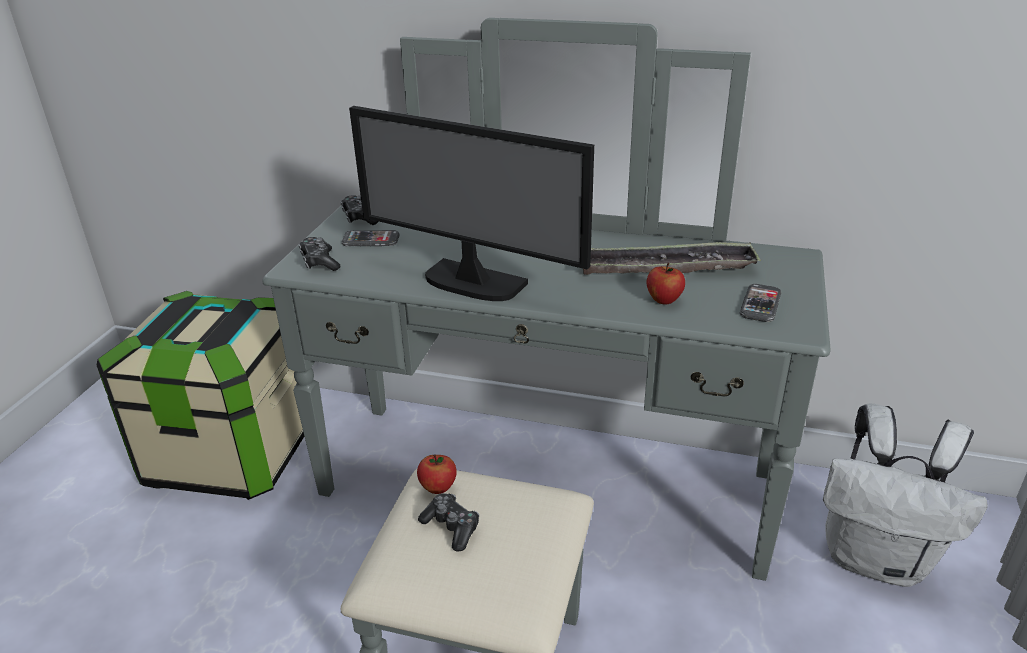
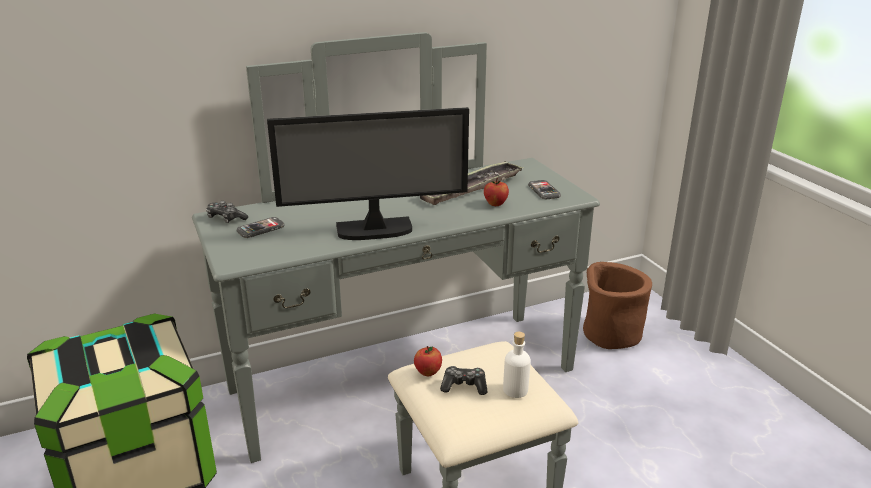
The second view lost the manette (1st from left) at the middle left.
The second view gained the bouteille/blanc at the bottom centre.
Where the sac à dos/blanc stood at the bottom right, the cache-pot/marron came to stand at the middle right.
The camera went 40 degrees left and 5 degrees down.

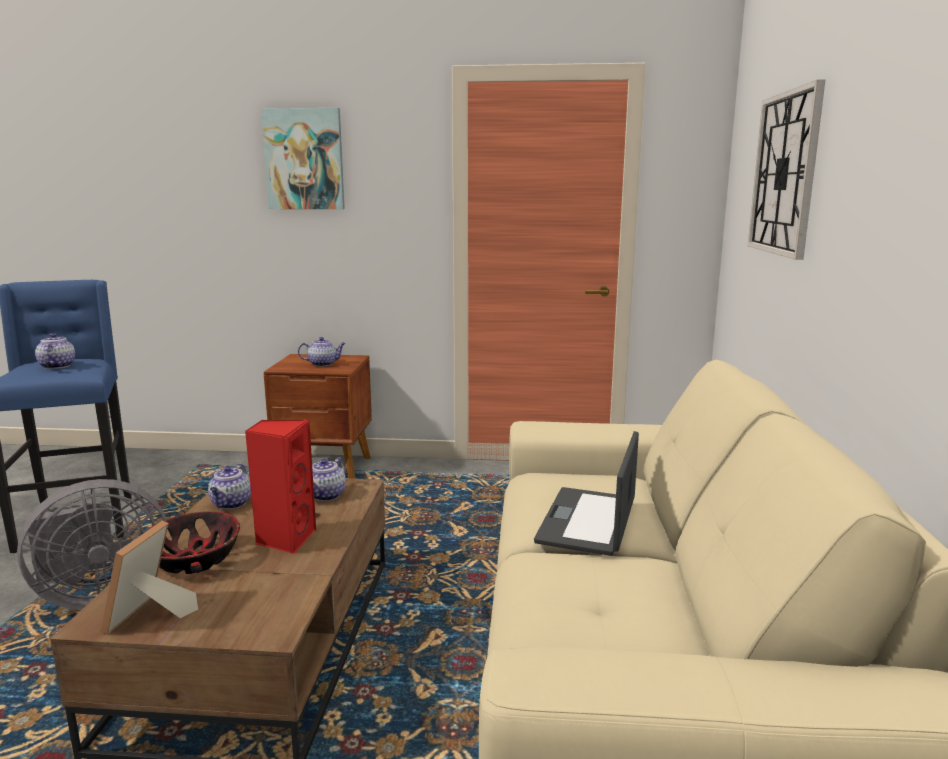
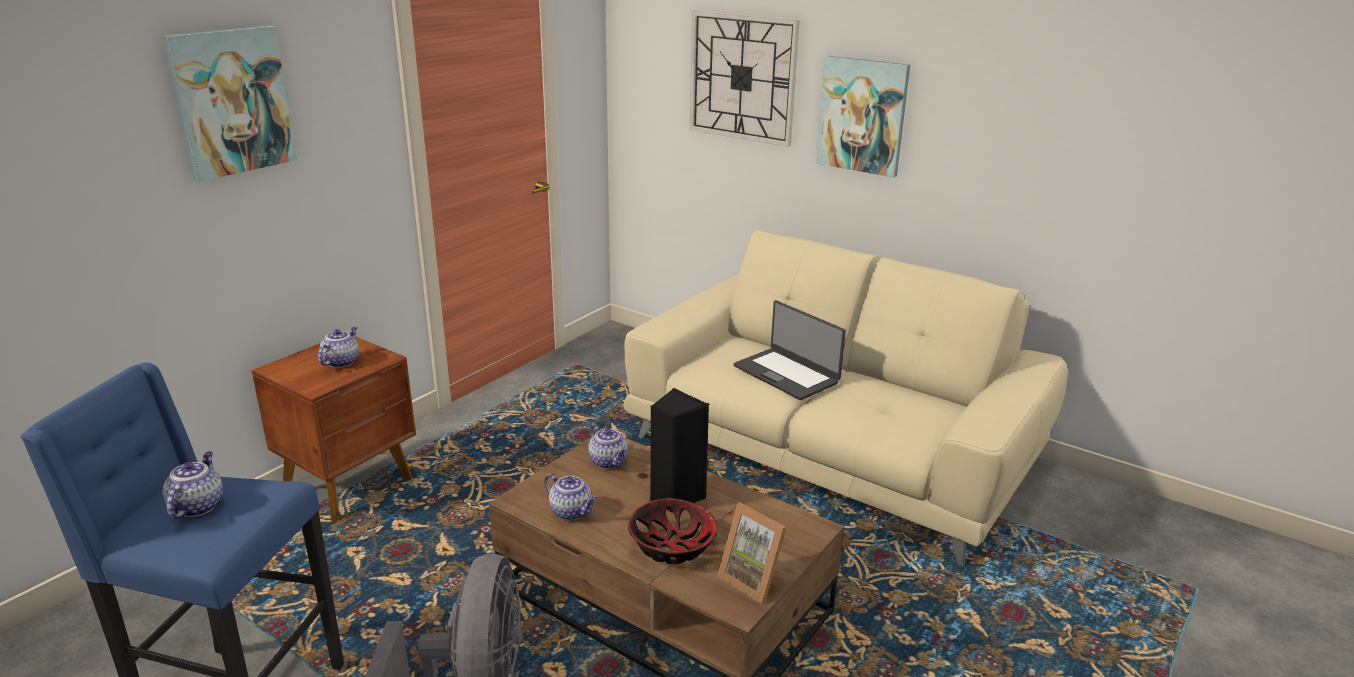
The second view gained the tableau (2nd from left) at the top centre.
What was the enceinte/rouge at the middle left turned into the enceinte/noir at the centre.
The théière (1st from left) at the middle left ended up facing another way, 75 degrees clockwise from before.
The camera went 60 degrees left and 10 degrees up.

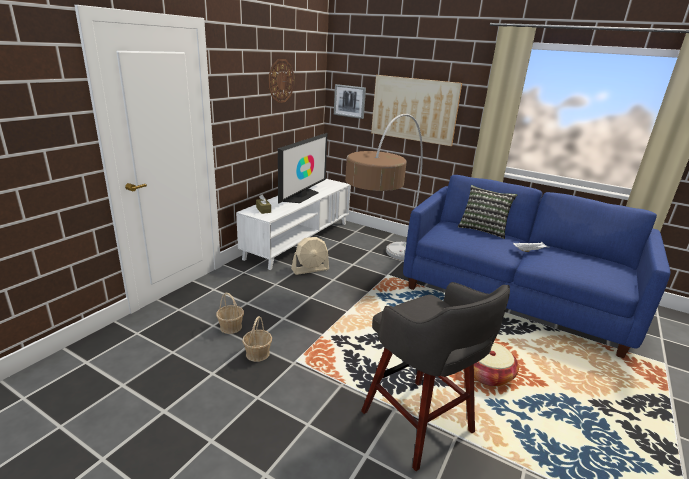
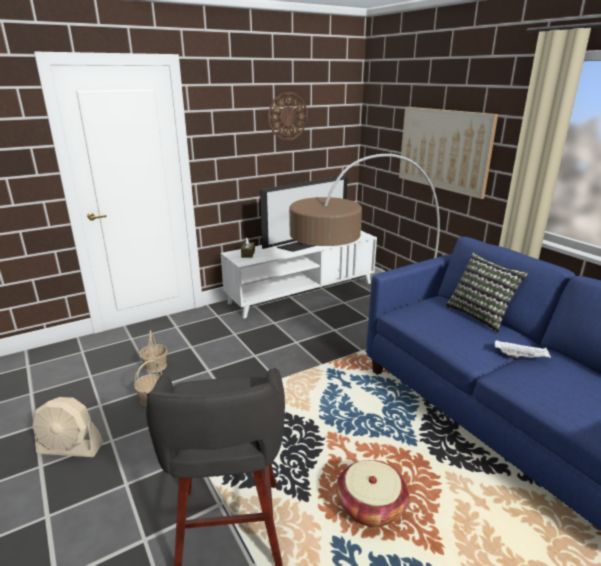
The second view lost the tableau (1st from left) at the top centre.
The ventilateur/beige ended up elsewhere, having gone from the centre to the bottom left.
The camera went 30 degrees right and 0 degrees up.

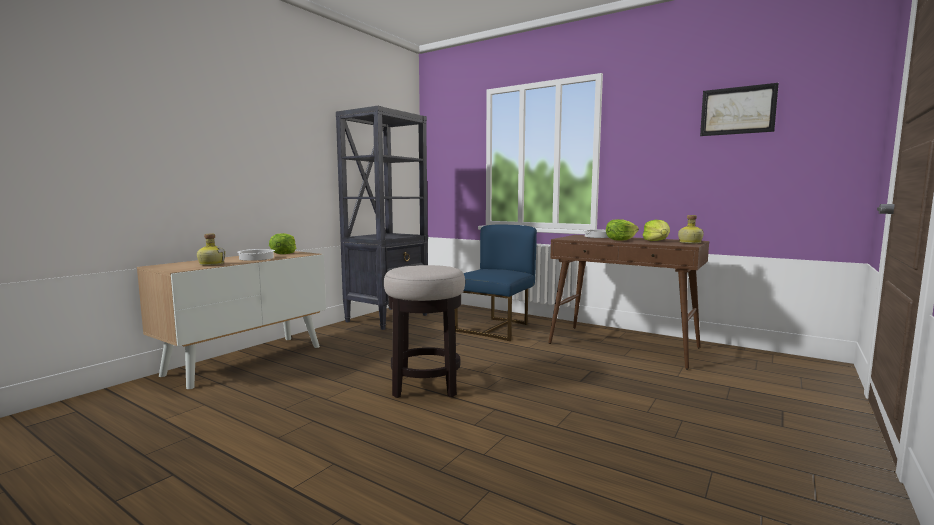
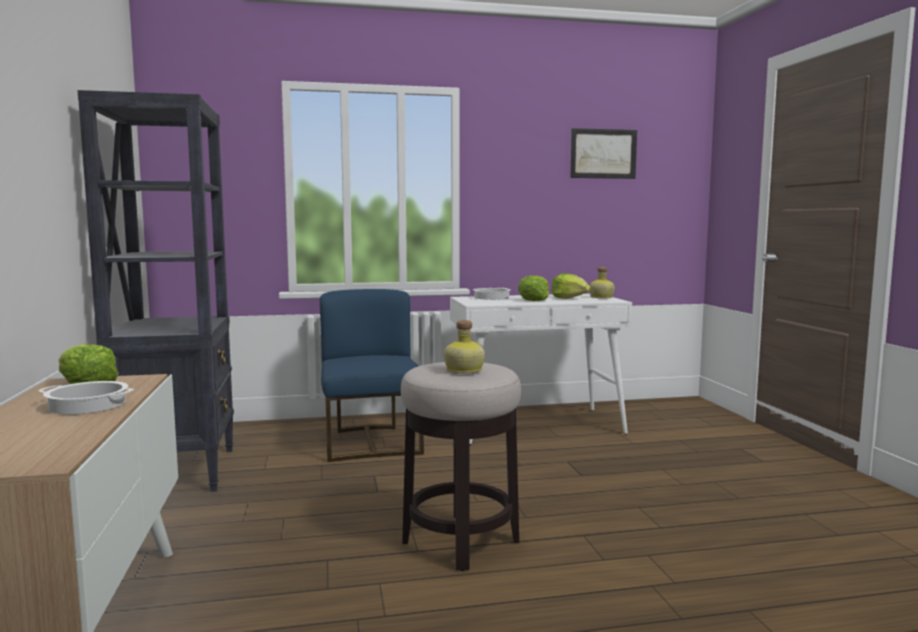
The bouteille (1st from left) ended up elsewhere, having gone from the middle left to the centre.
What was the table console/marron at the middle right turned into the table console/blanc at the centre.
The camera went 45 degrees left and 0 degrees up.

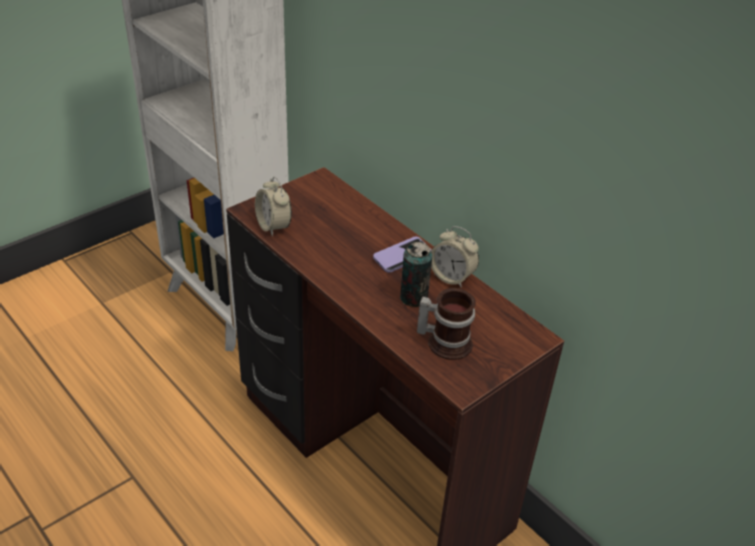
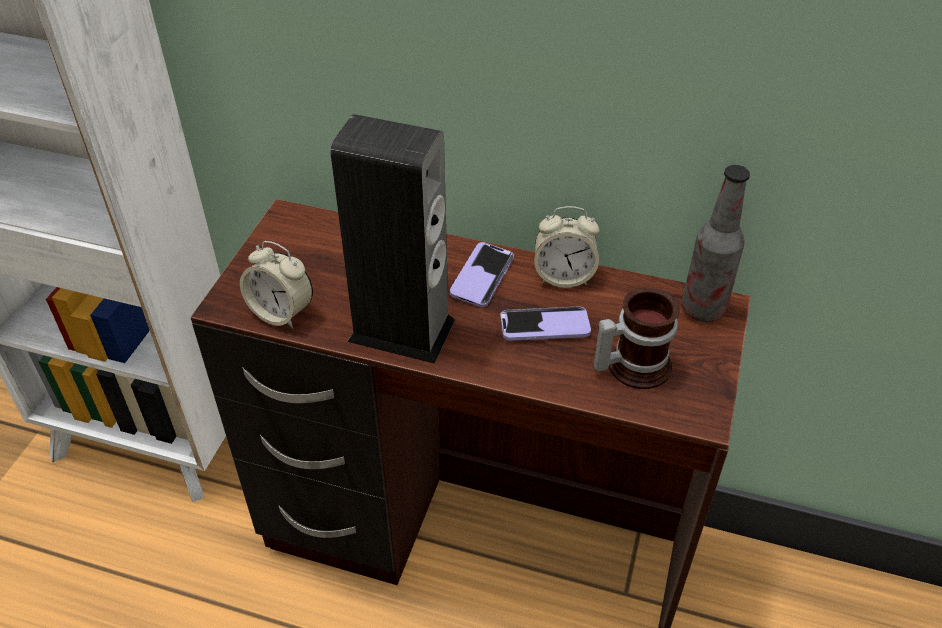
The second view gained the enceinte at the centre.
The second view gained the bouteille at the middle right.
Where the boîte métallique stood at the centre, the téléphone (2nd from left) came to stand at the centre.
The camera went 30 degrees left and 5 degrees up.

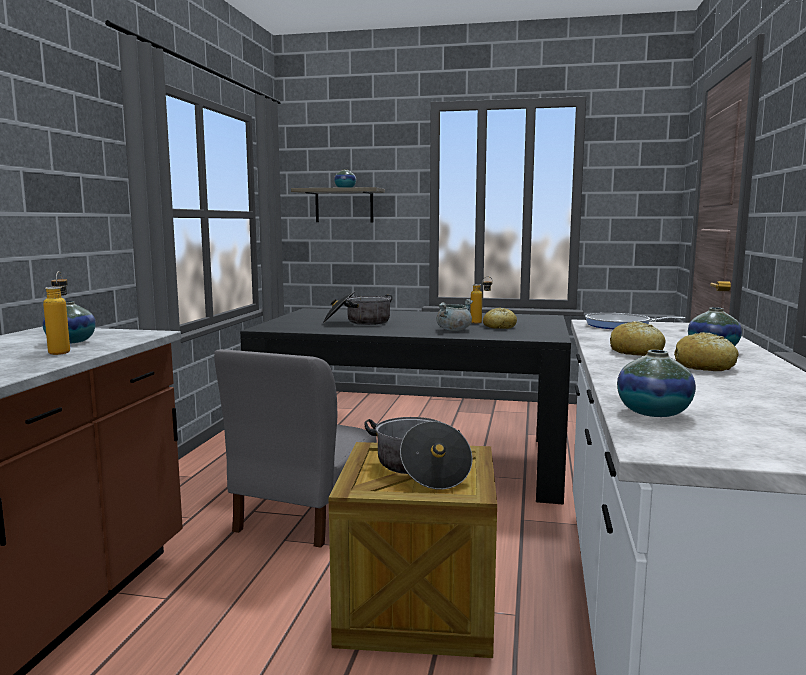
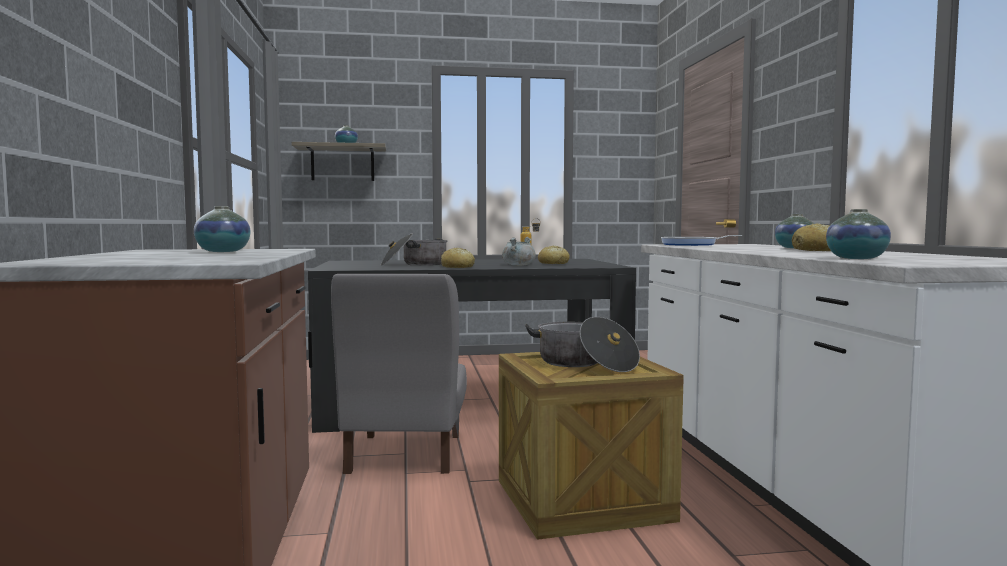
The second view lost the bouteille (1st from left) at the middle left.
The pain (2nd from left in the first image) ended up elsewhere, having gone from the middle right to the centre.
The camera went 20 degrees left and 5 degrees down.

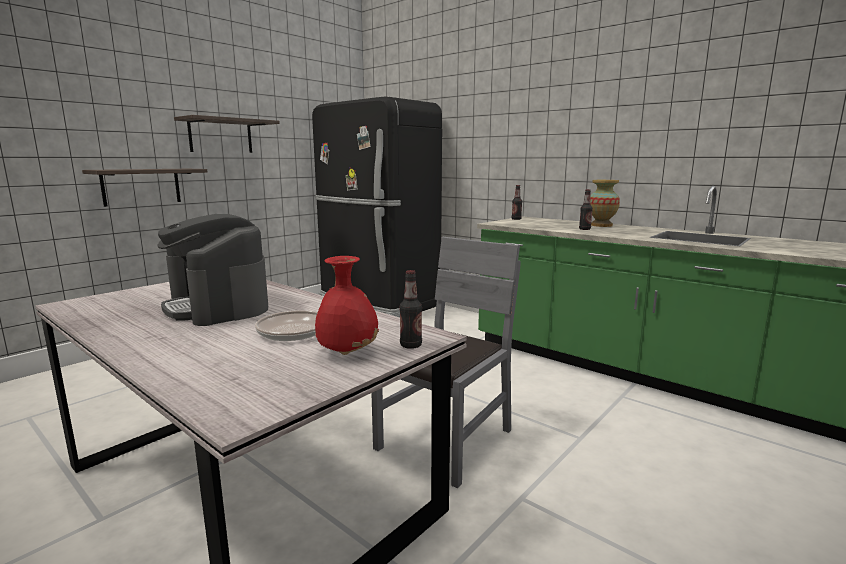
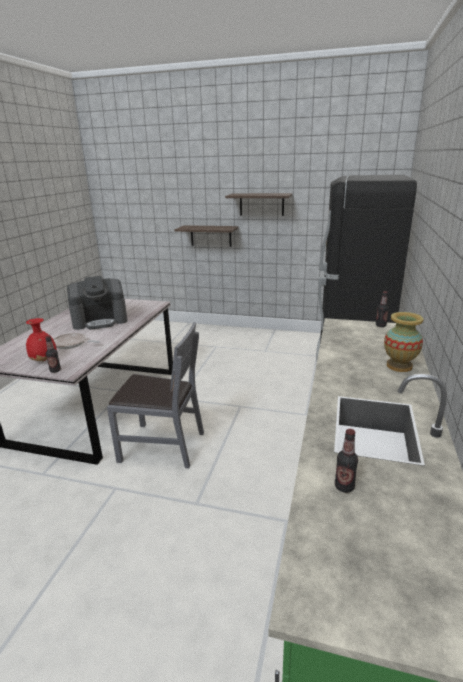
The bouteille (3rd from left in the first image) ended up elsewhere, having gone from the middle right to the bottom right.
The machine à café at the middle left ended up facing another way, 135 degrees counterclockwise from before.
The camera went 65 degrees right and 10 degrees up.

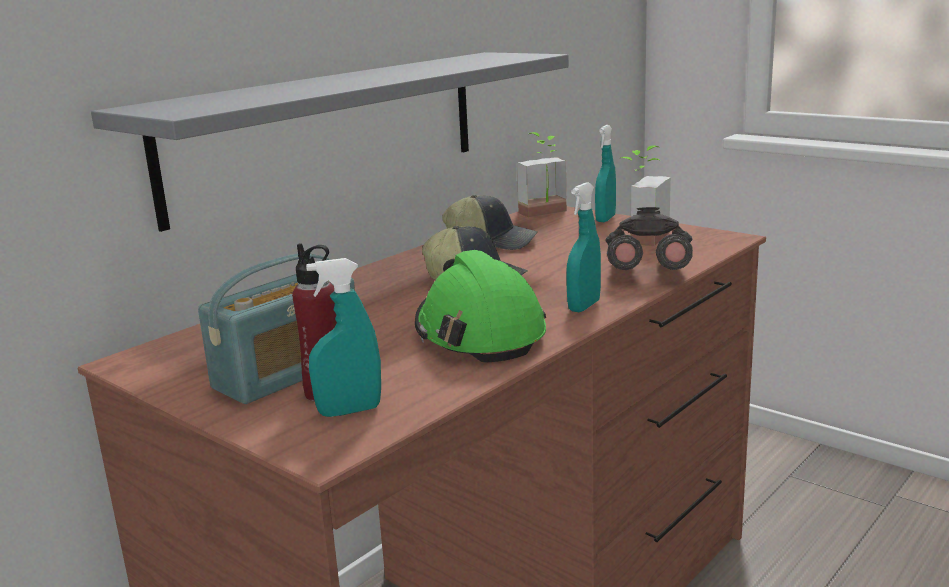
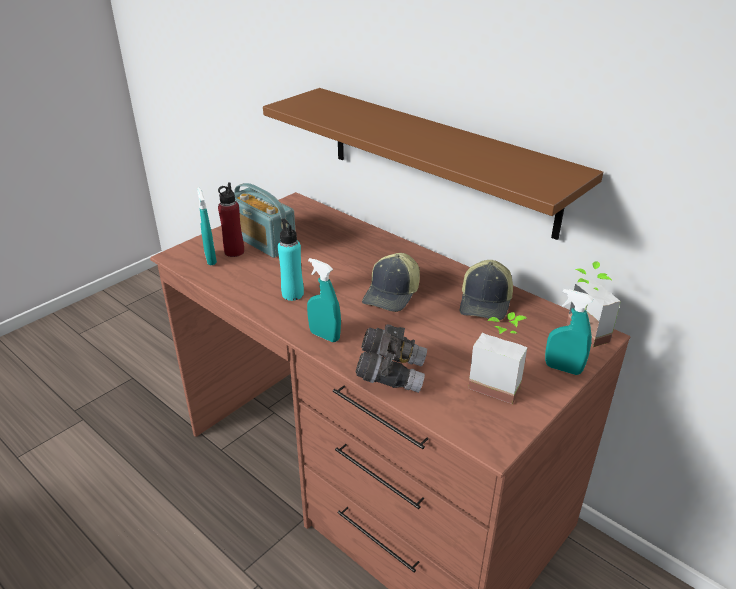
Where the casque de chantier/vert stood at the centre, the bouteille/turquoise came to stand at the centre.
What was the étagère/gris at the top centre turned into the étagère/marron at the top centre.
The camera went 90 degrees right and 15 degrees up.

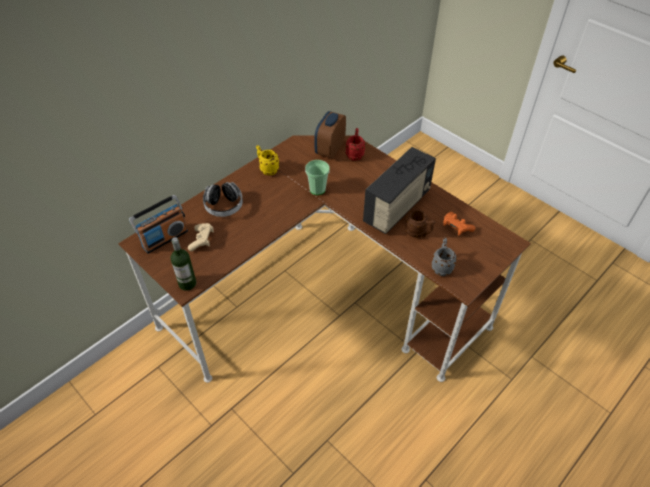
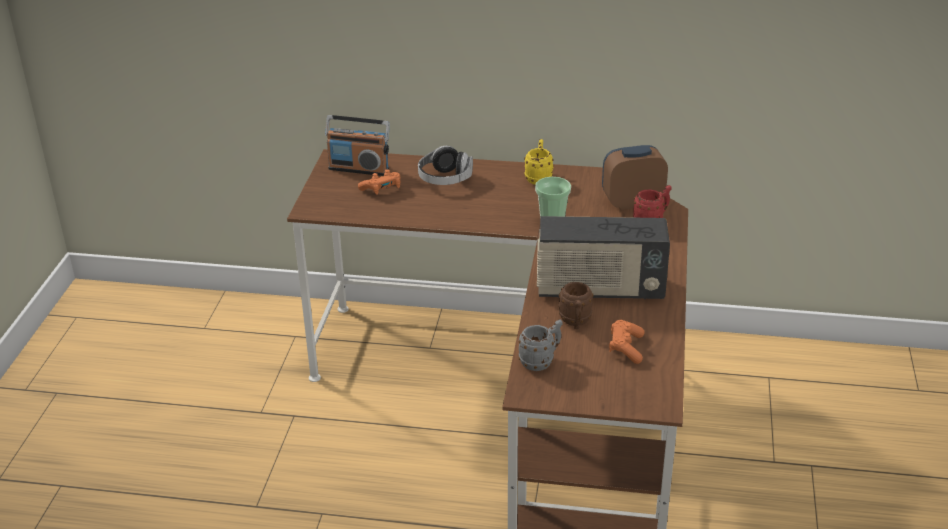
The second view lost the bouteille at the middle left.
What was the manette/beige at the middle left turned into the manette/orange (1st from left) at the centre.
The camera went 55 degrees right and 15 degrees down.

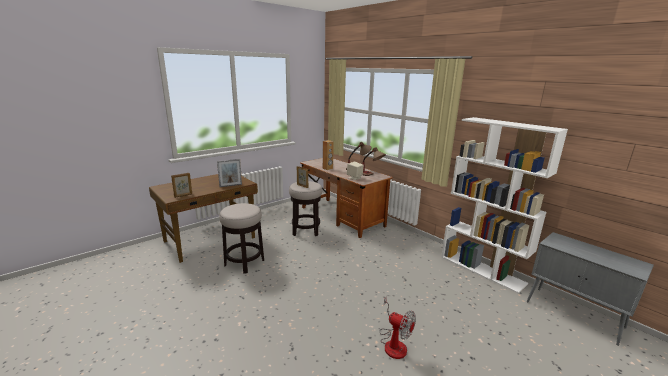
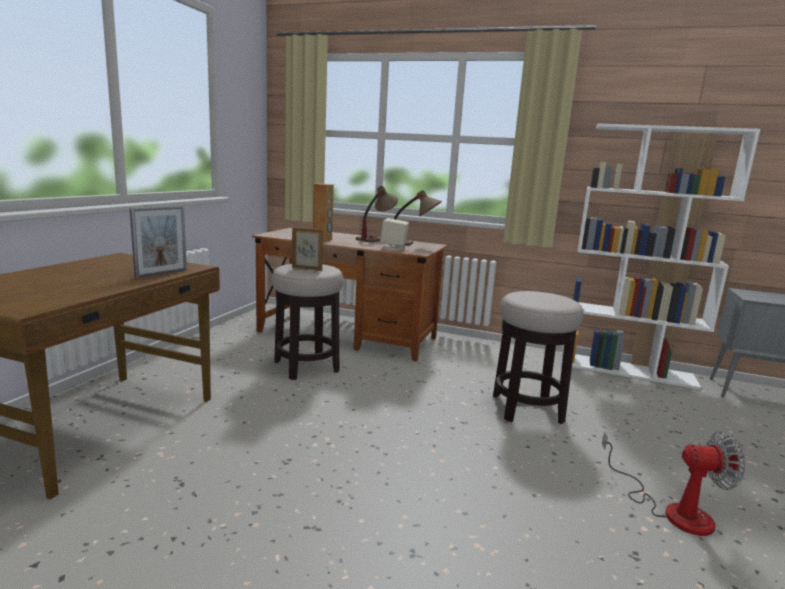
The second view lost the cadre photo (1st from left) at the middle left.
The tabouret (1st from left in the first image) ended up elsewhere, having gone from the centre to the middle right.
The camera went 30 degrees left and 5 degrees down.

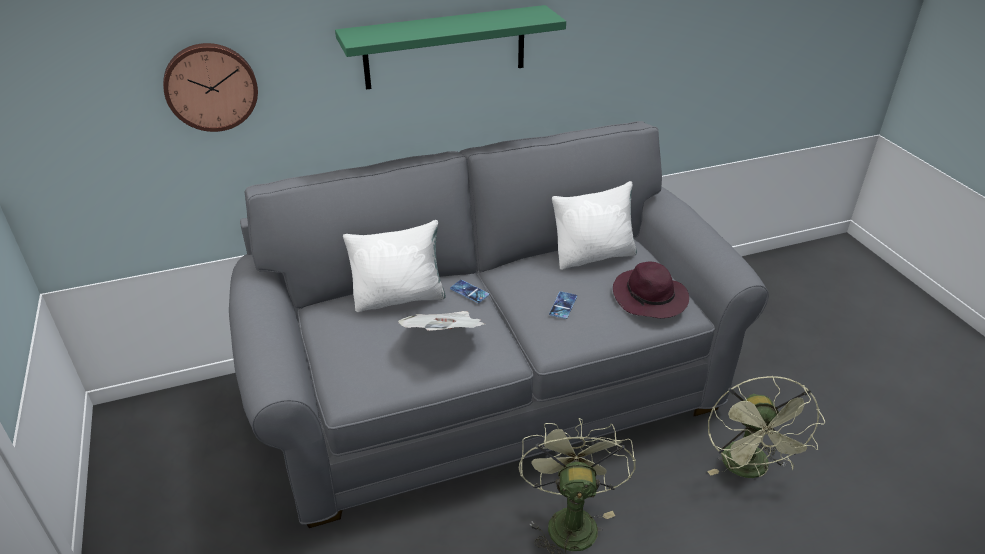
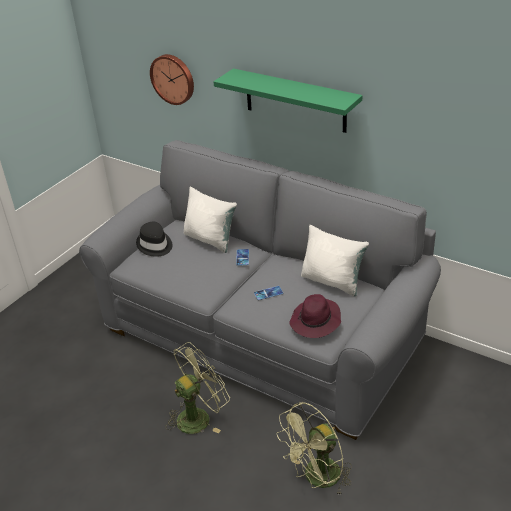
The second view lost the journal at the centre.
The second view gained the chapeau/noir at the middle left.
The camera went 55 degrees right and 0 degrees up.

